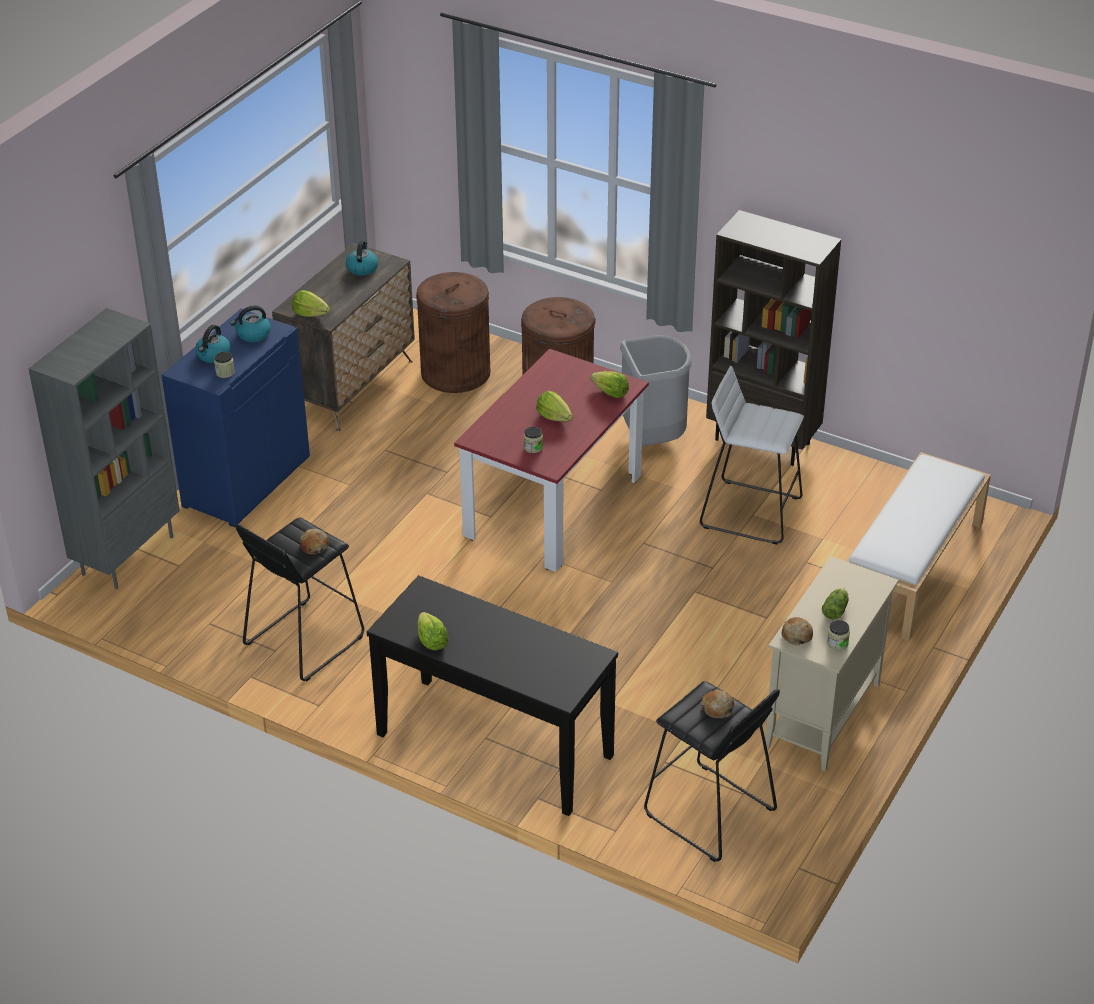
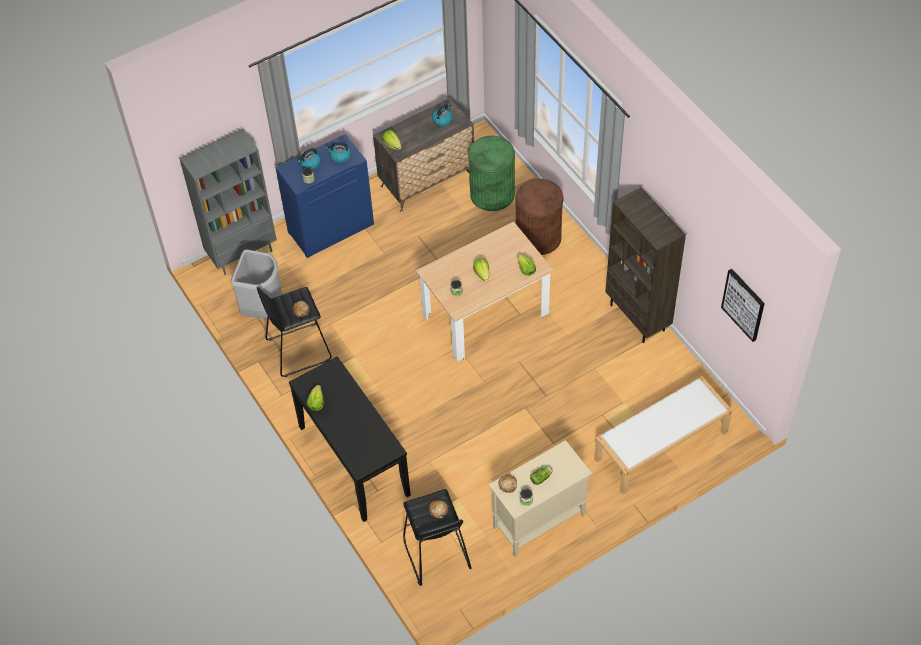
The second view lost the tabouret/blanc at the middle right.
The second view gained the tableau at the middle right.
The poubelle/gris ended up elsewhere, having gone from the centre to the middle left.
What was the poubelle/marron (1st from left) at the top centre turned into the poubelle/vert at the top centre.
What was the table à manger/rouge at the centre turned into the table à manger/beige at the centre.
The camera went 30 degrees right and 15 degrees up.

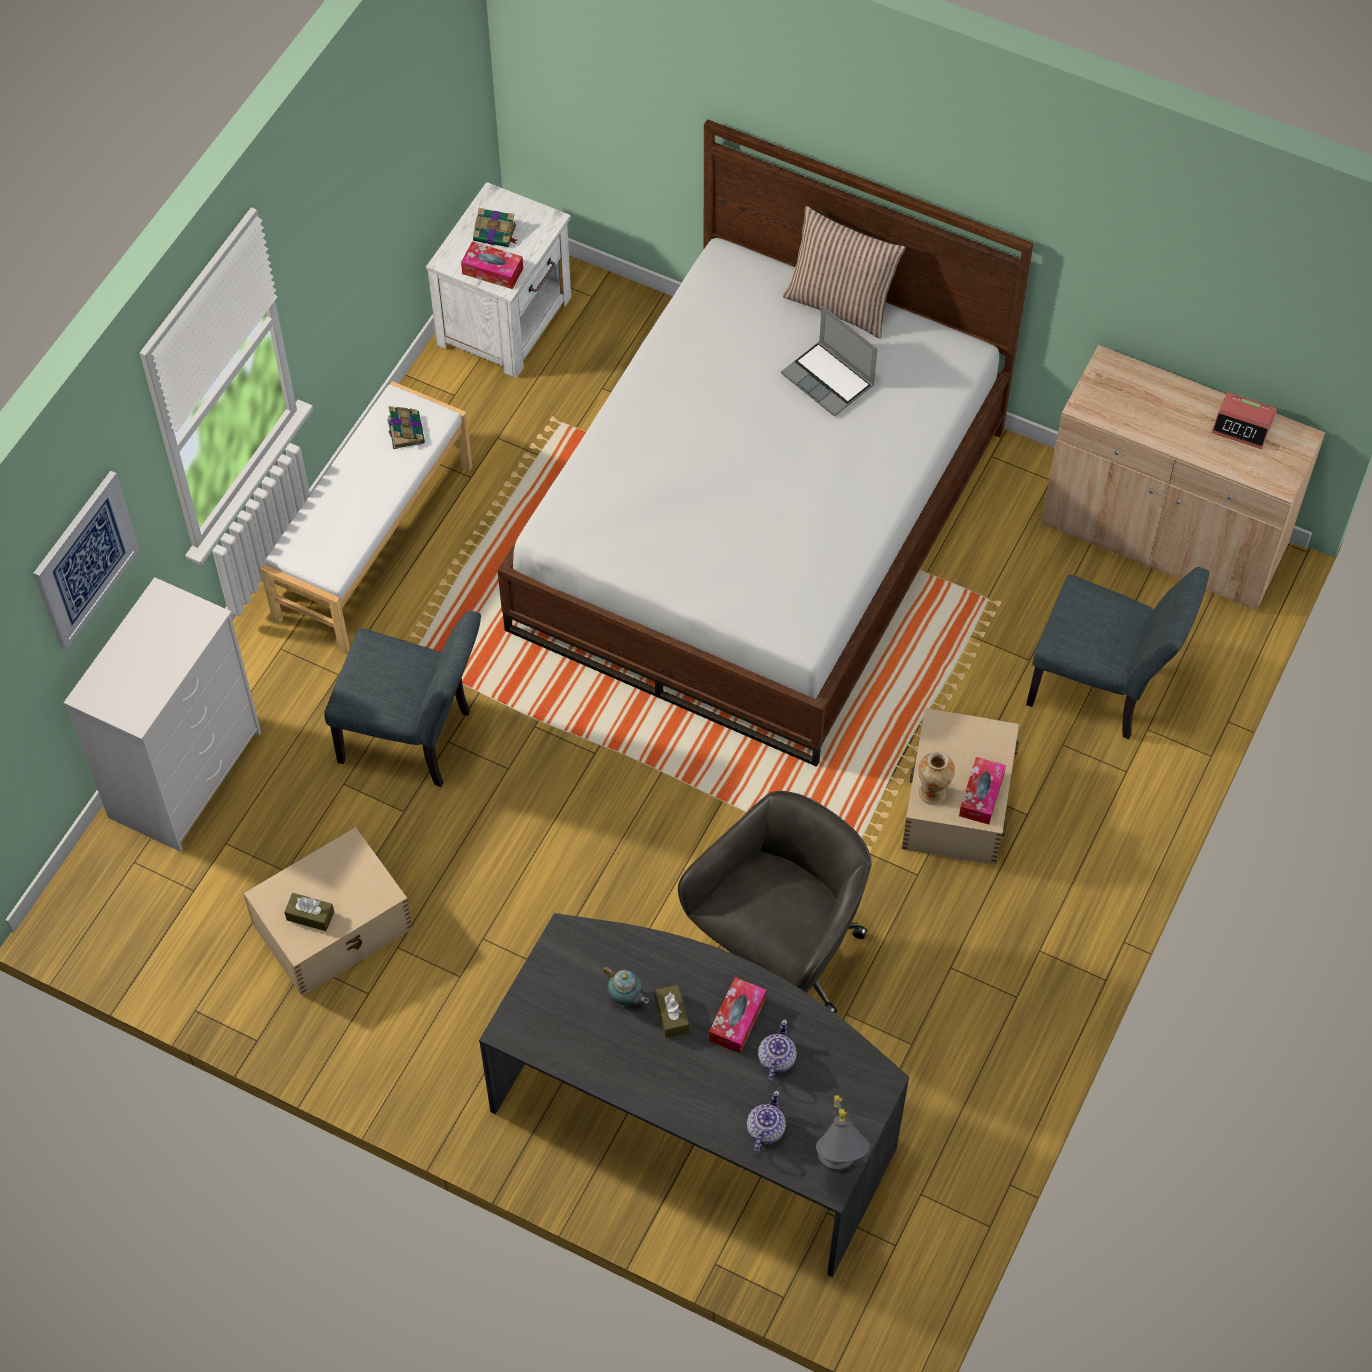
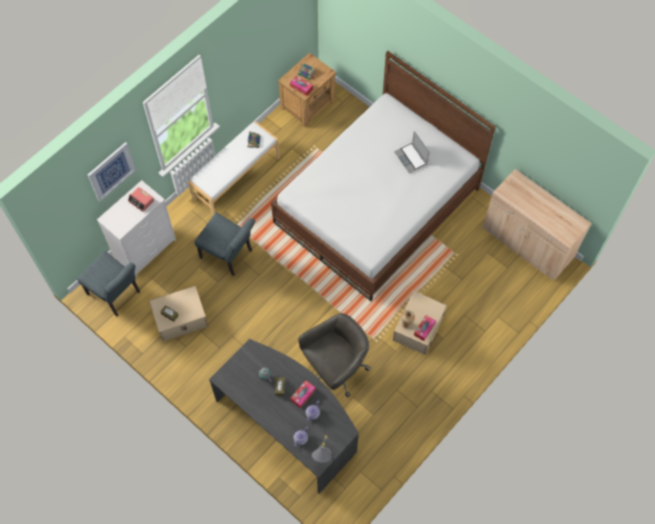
The second view lost the coussin at the top centre.
The chaise/gris (2nd from left in the first image) ended up elsewhere, having gone from the middle right to the middle left.
The réveil ended up elsewhere, having gone from the top right to the middle left.
What was the table de chevet/blanc at the top centre turned into the table de chevet/marron at the top centre.
The camera went 15 degrees right and 5 degrees up.

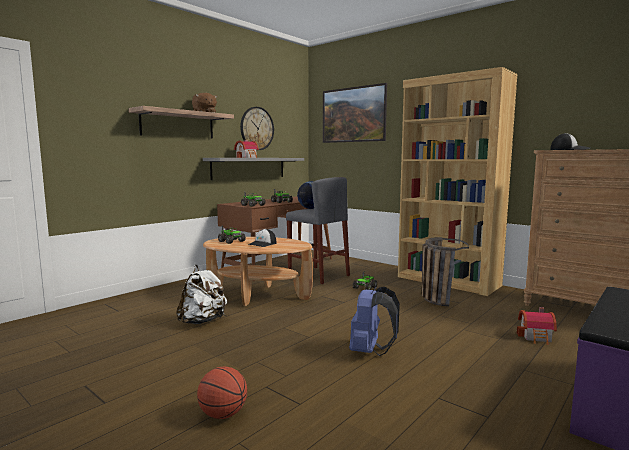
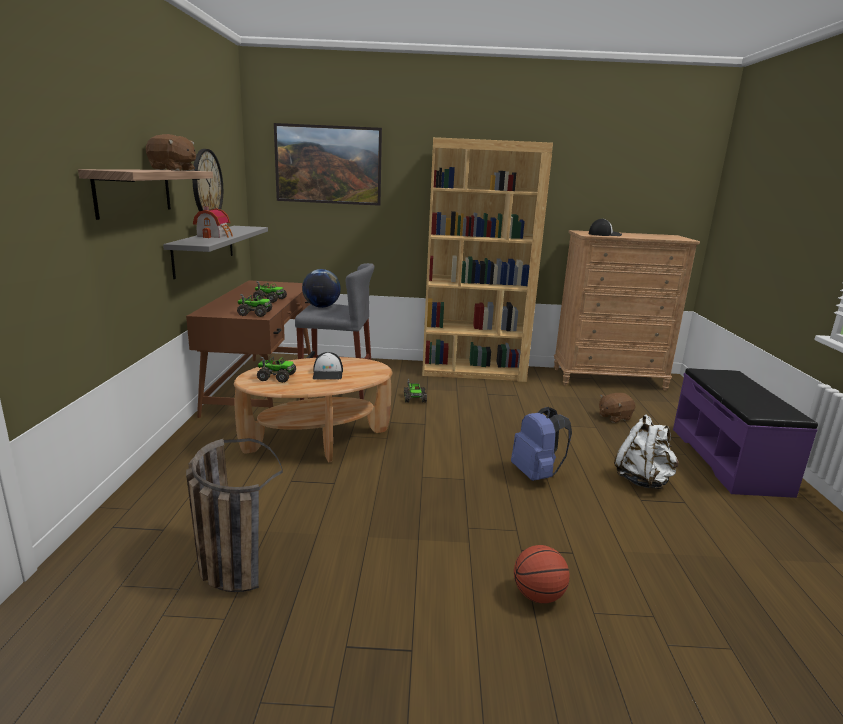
The sac à dos/blanc ended up elsewhere, having gone from the middle left to the middle right.
The panier ended up elsewhere, having gone from the middle right to the bottom left.
Where the maison miniature (2nd from left) stood at the bottom right, the peluche/marron (2nd from left) came to stand at the middle right.
The camera went 40 degrees left and 10 degrees up.

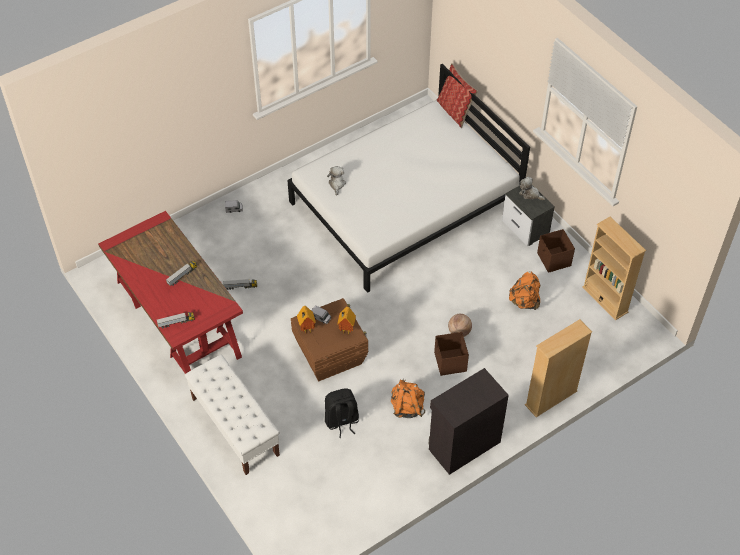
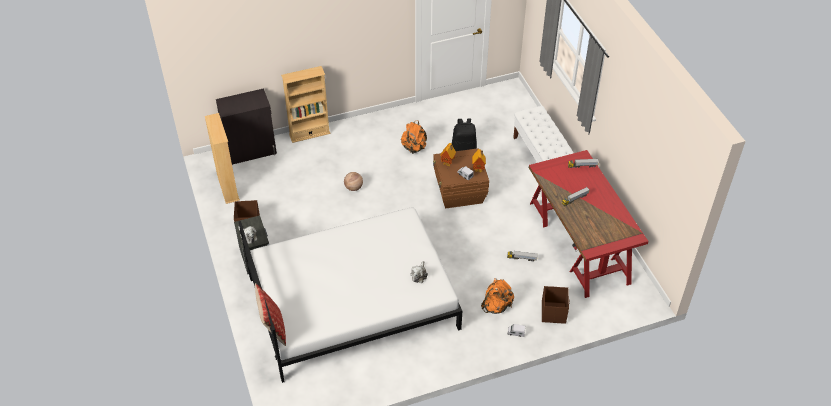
The meuble de rangement/noir ended up elsewhere, having gone from the bottom centre to the top left.
The boîte de rangement/marron (2nd from left in the first image) ended up elsewhere, having gone from the centre to the bottom right.
The sac à dos/orange (2nd from left) ended up elsewhere, having gone from the middle right to the bottom centre.
The camera went 165 degrees left and 5 degrees down.

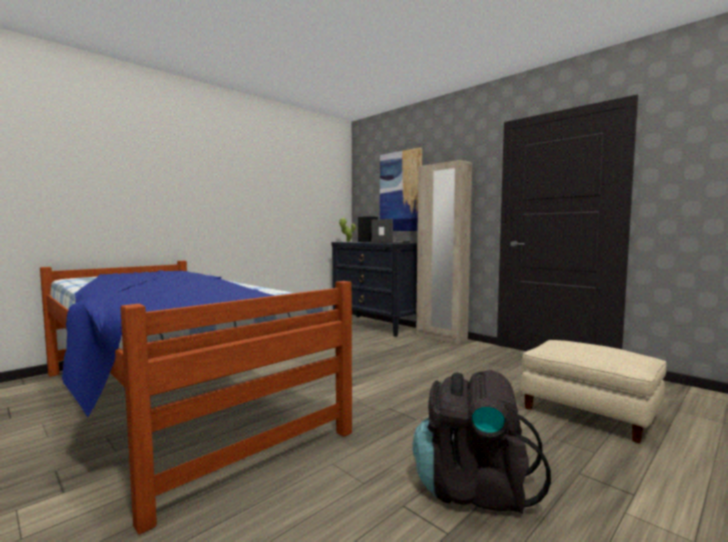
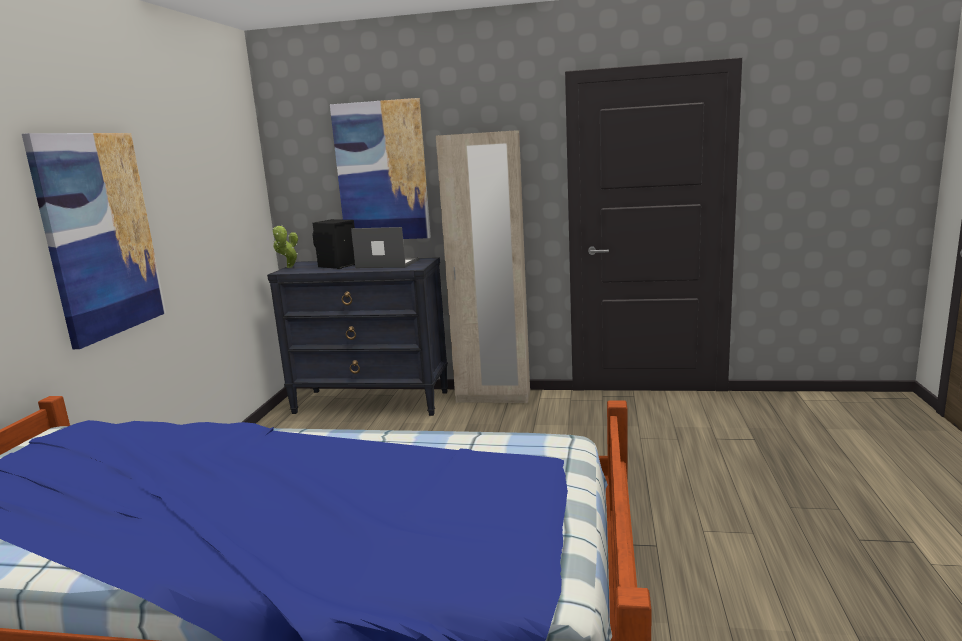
The second view lost the sac à dos/noir at the bottom centre.
The second view lost the pouf/beige at the bottom right.
The second view gained the tableau (1st from left) at the middle left.
The camera went 35 degrees left and 10 degrees up.

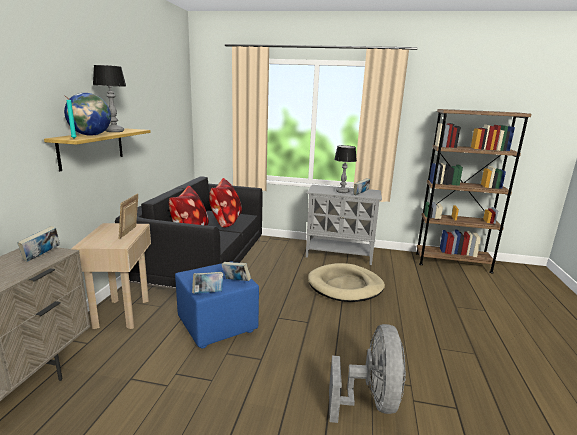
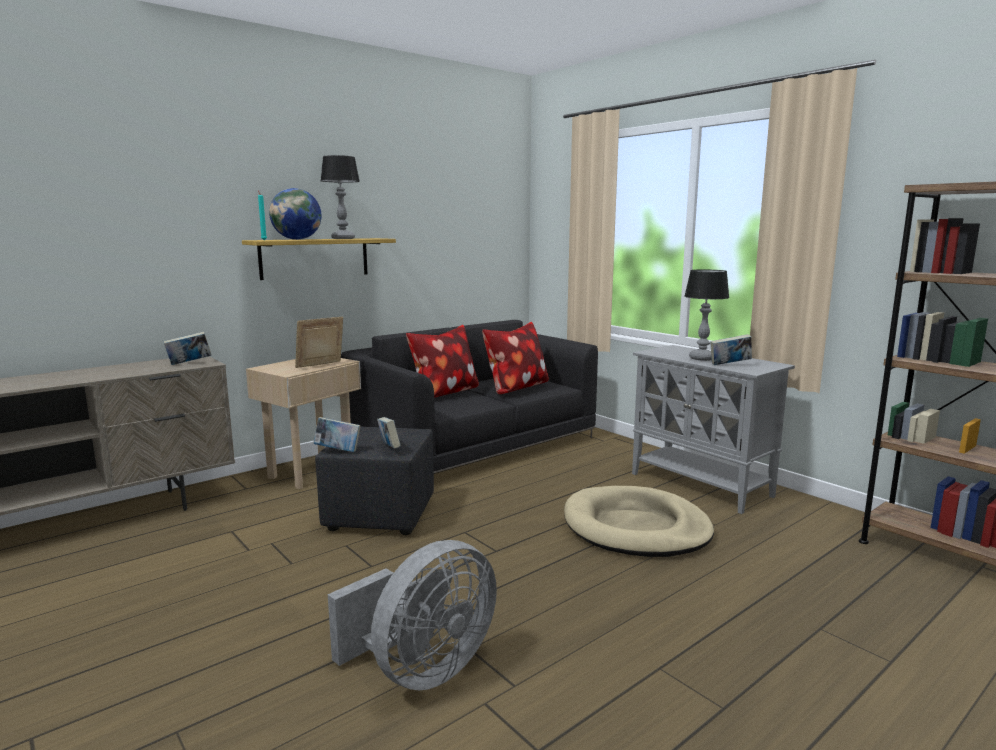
What was the pouf/bleu at the bottom centre turned into the pouf/noir at the centre.
The camera went 40 degrees right and 5 degrees down.

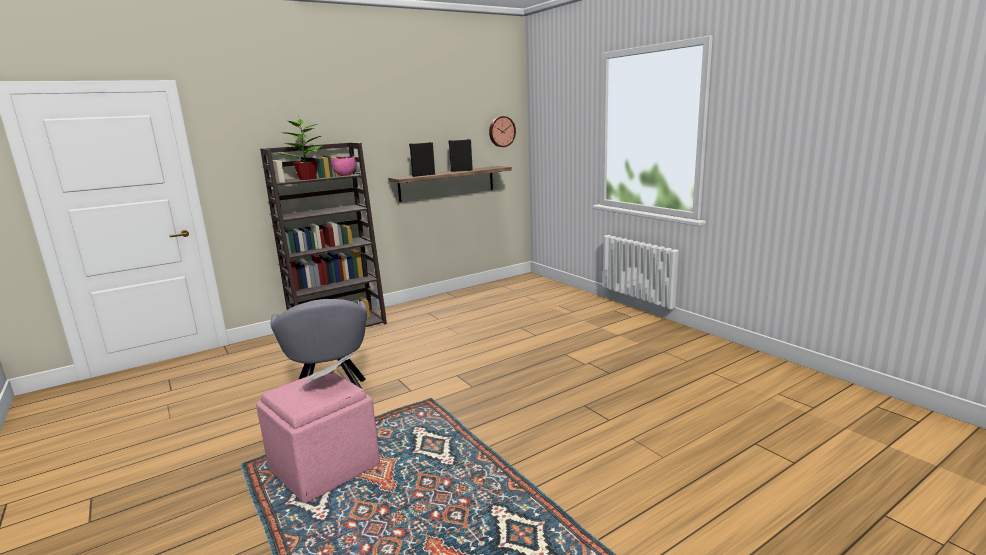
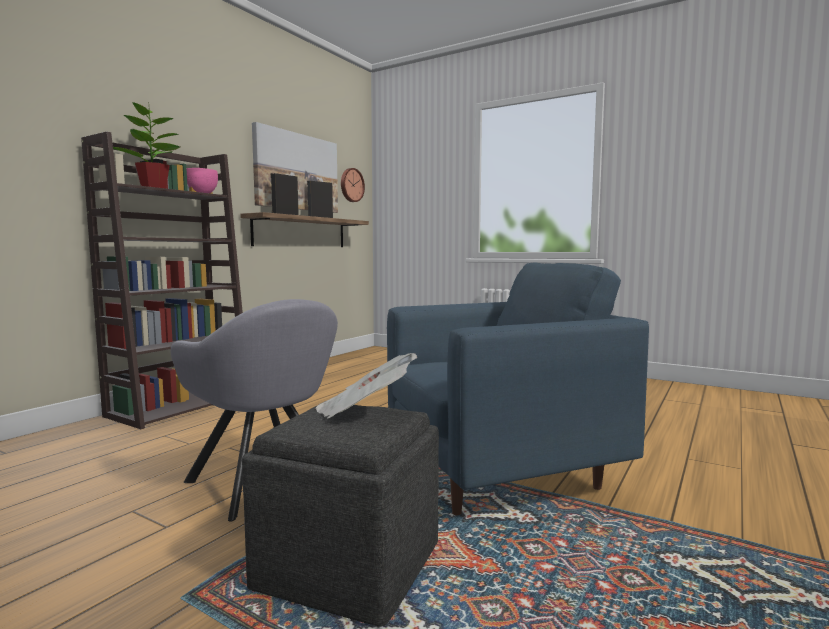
The second view gained the tableau at the top centre.
The second view gained the fauteuil/bleu at the centre.
What was the pouf/rose at the bottom left turned into the pouf/gris at the bottom centre.
The camera went 25 degrees left and 10 degrees down.

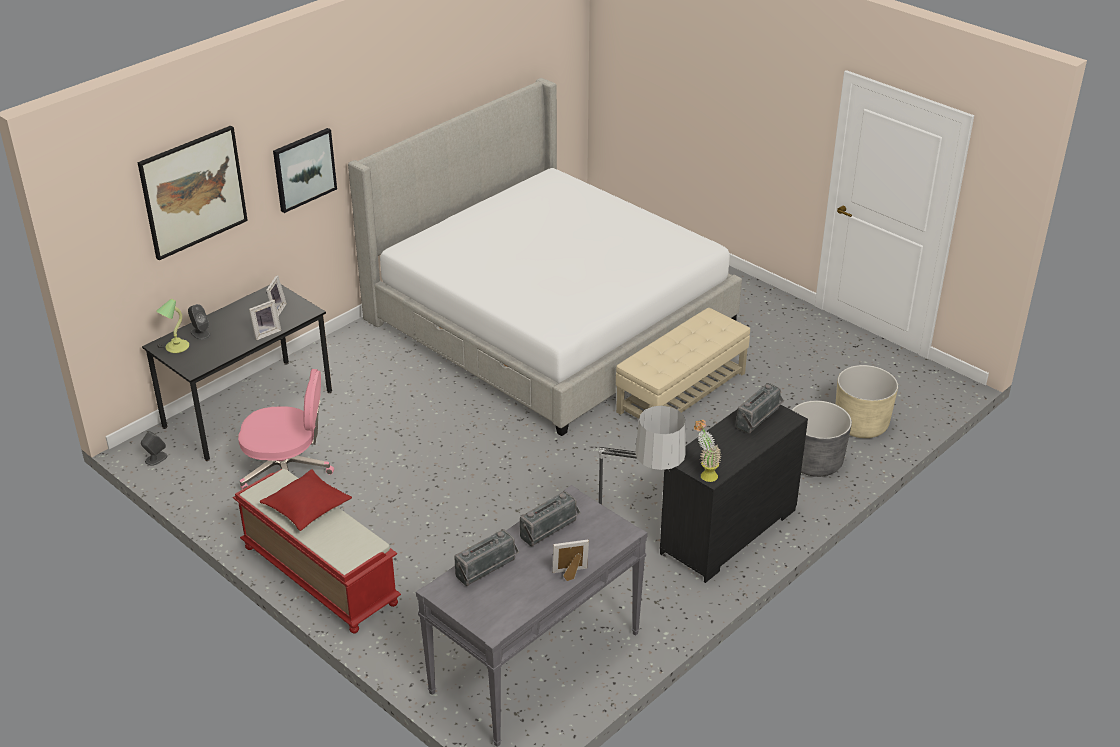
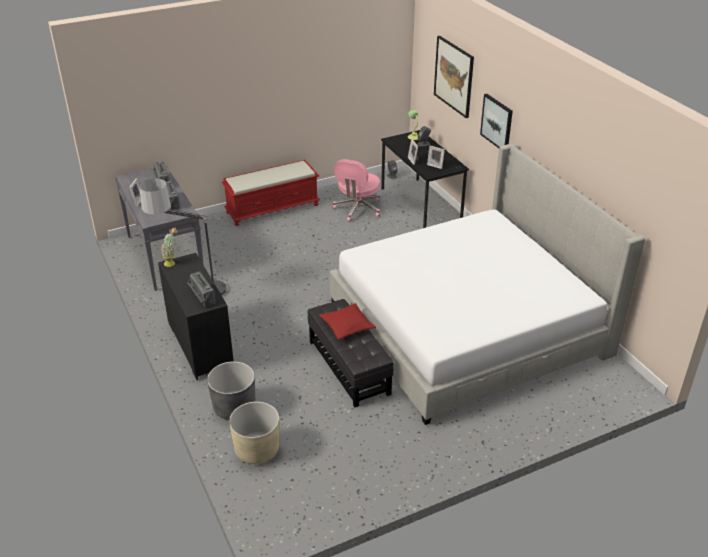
The coussin/rouge ended up elsewhere, having gone from the bottom left to the centre.
What was the pouf/beige at the centre turned into the pouf/noir at the centre.
The camera went 110 degrees right and 0 degrees up.

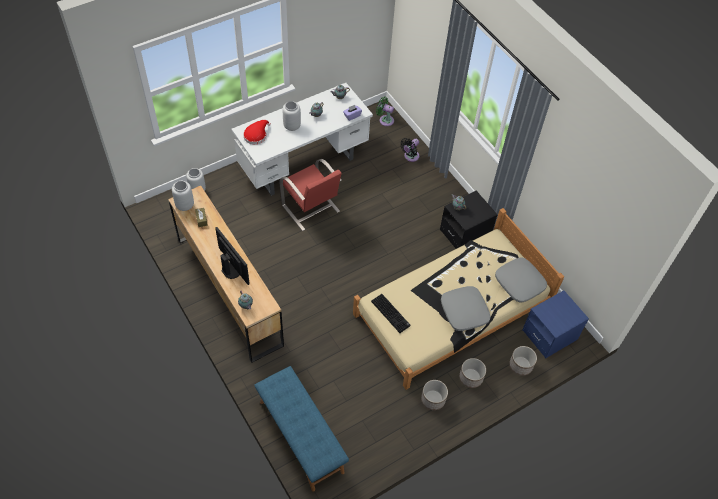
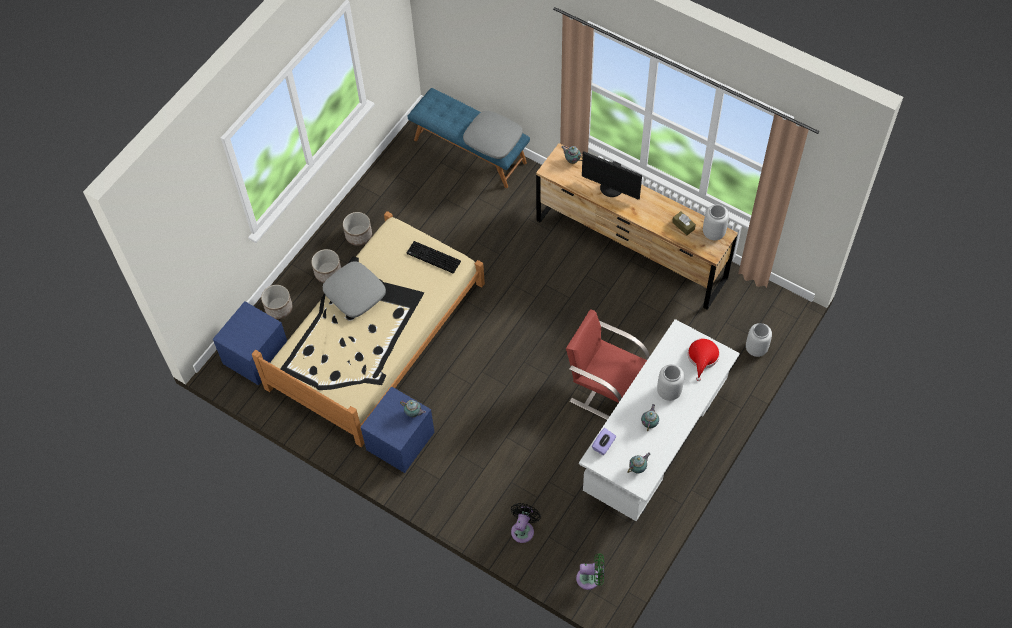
The coussin/gris (2nd from left) ended up elsewhere, having gone from the middle right to the top centre.
What was the table de chevet/noir at the centre turned into the table de chevet/bleu (2nd from left) at the bottom centre.
The camera went 160 degrees right and 5 degrees up.

